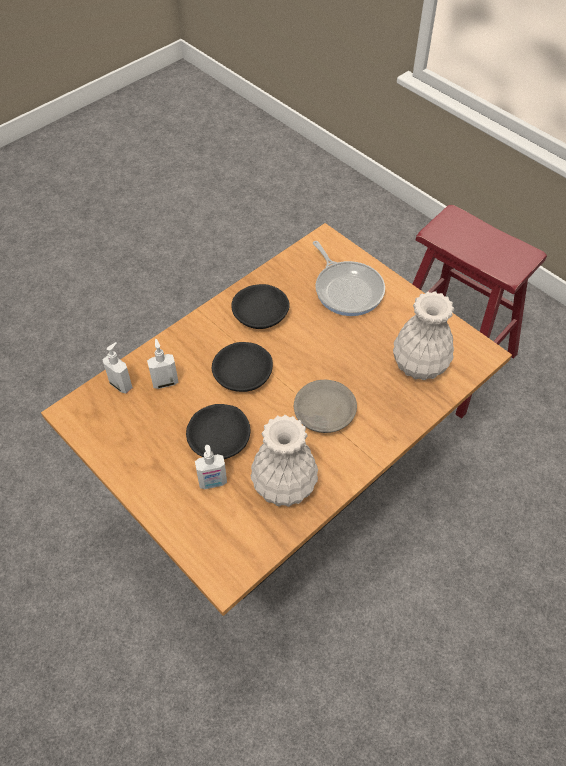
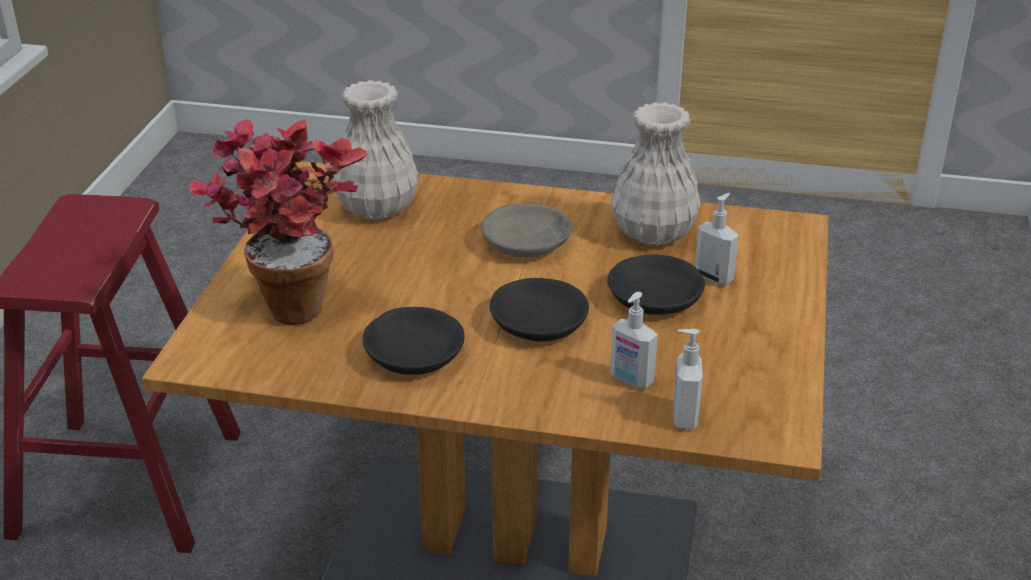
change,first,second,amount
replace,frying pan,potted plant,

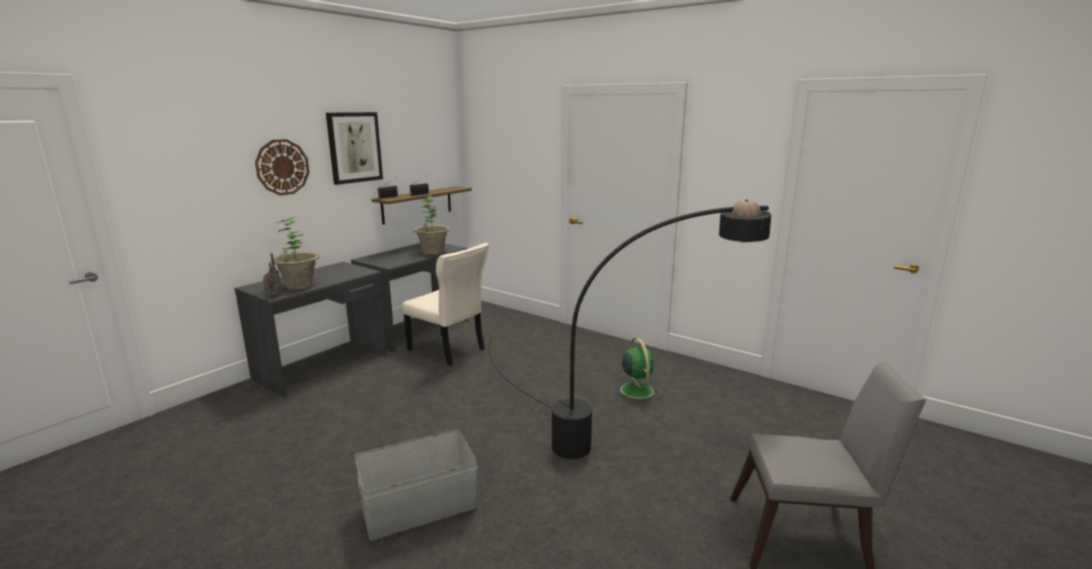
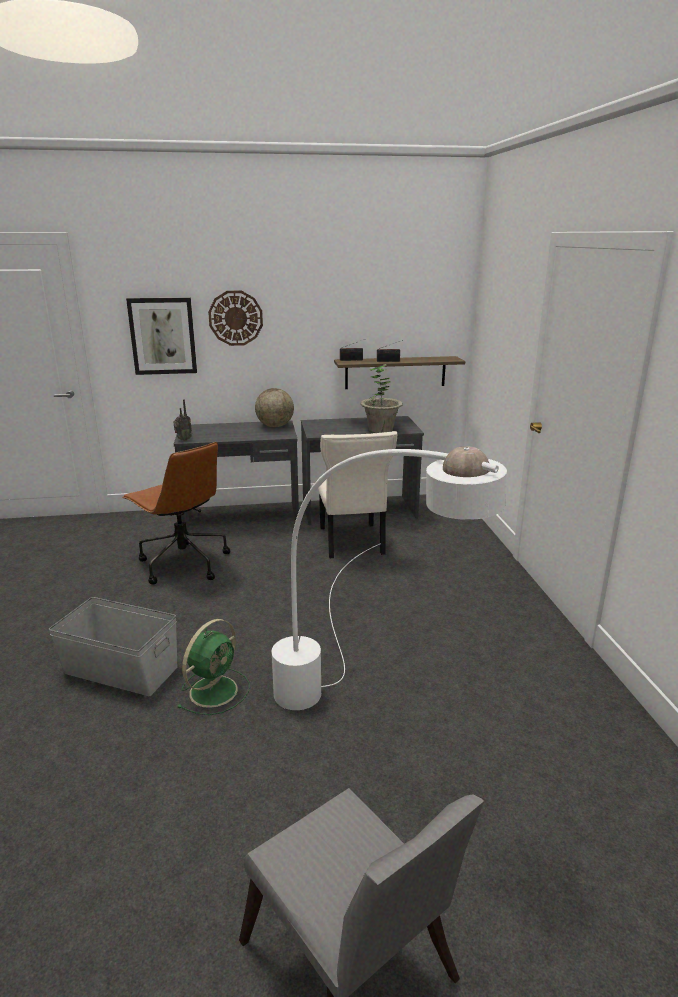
change,first,second,amount
insert,,brown office chair,
move,picture,,
move,green fan,,
insert,,globe,
recolor,black floor lamp,white floor lamp,
delete,potted plant (1st from left),,

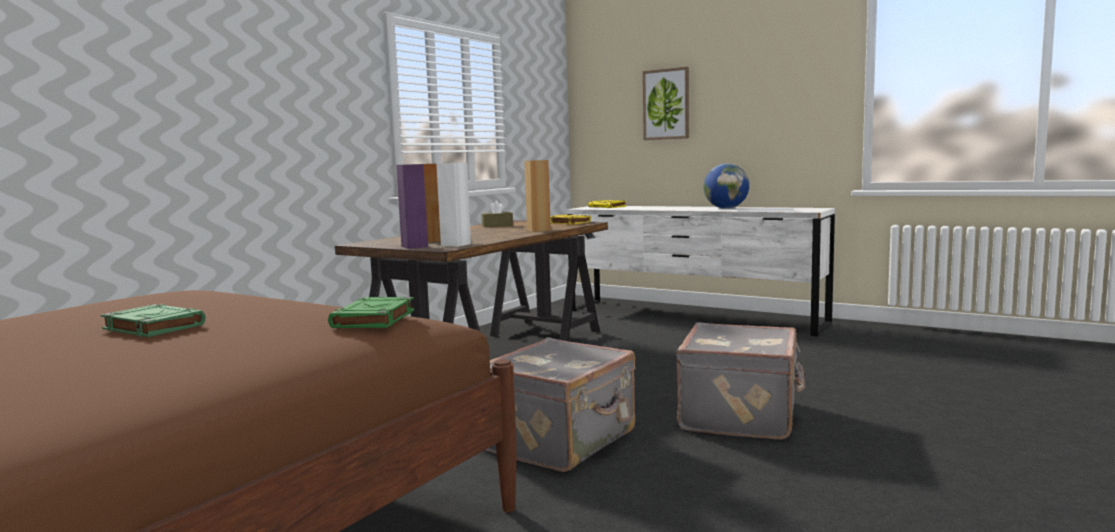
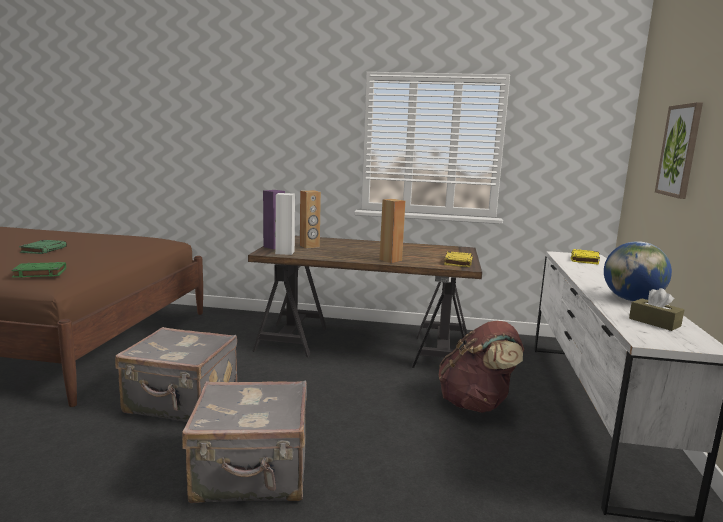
change,first,second,amount
insert,,brown backpack,
move,brown tissue box,,

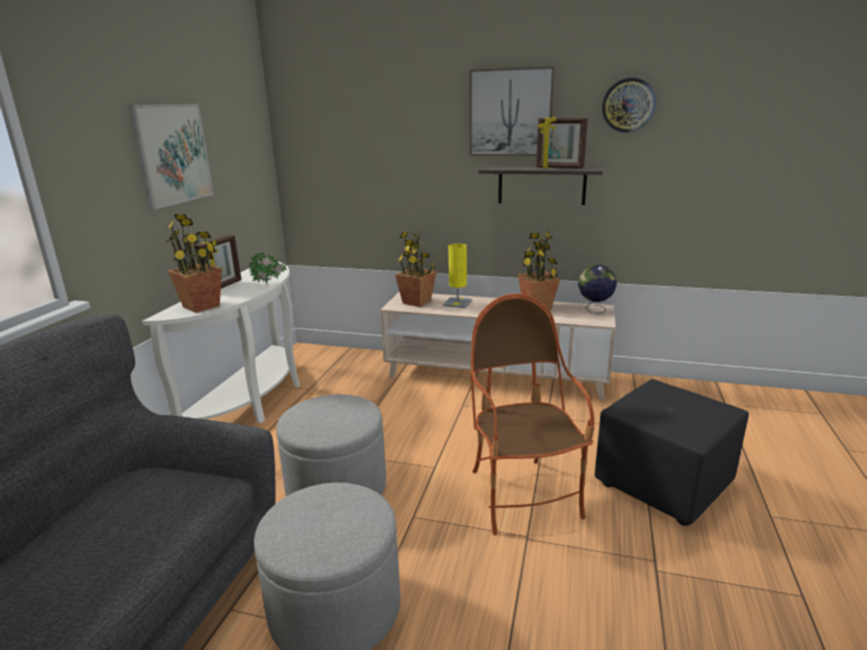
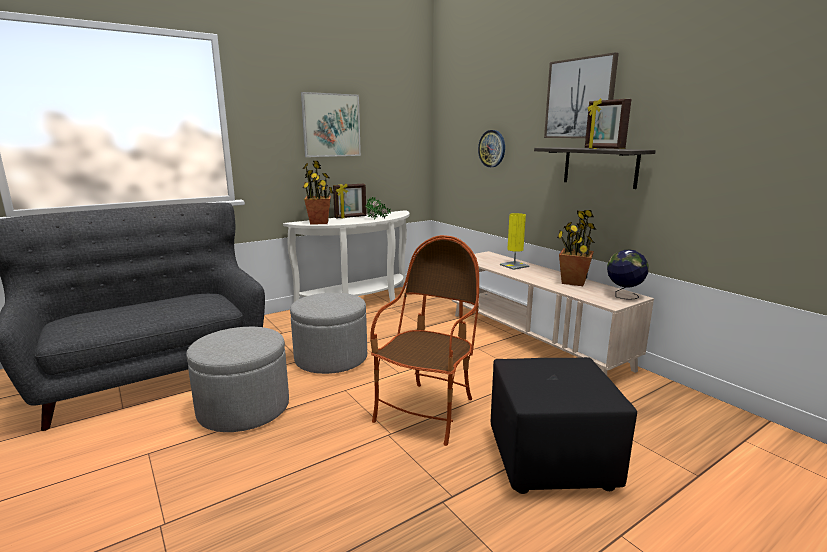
change,first,second,amount
move,wall clock,,
delete,potted plant (3rd from left),,

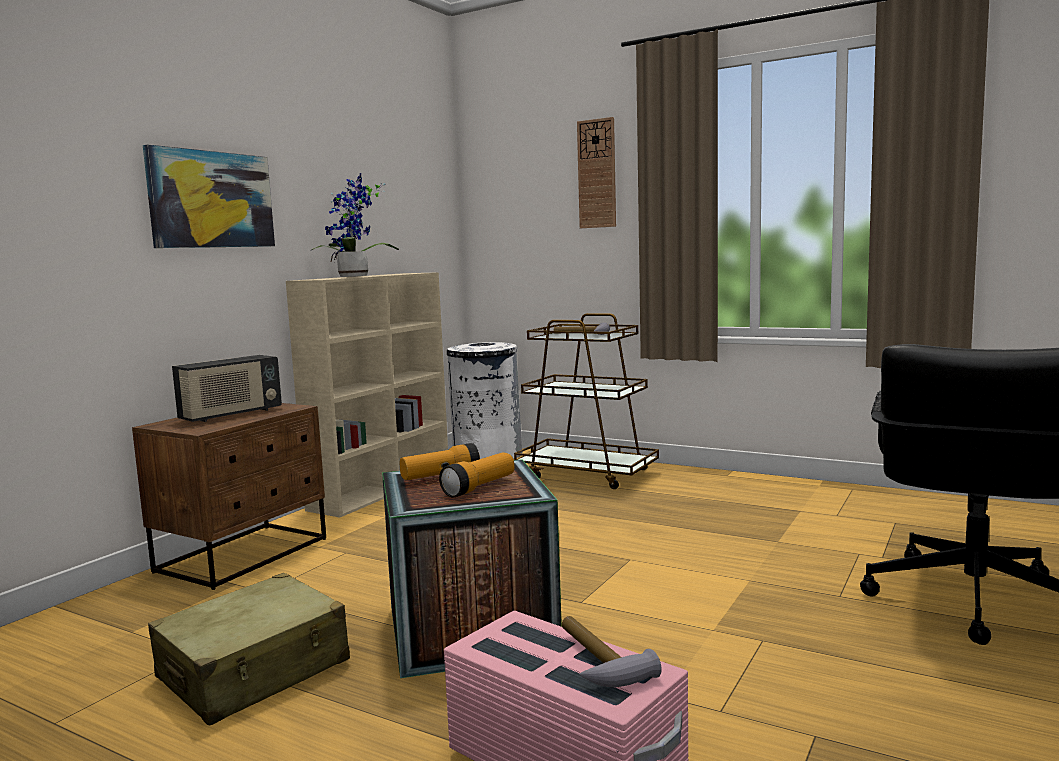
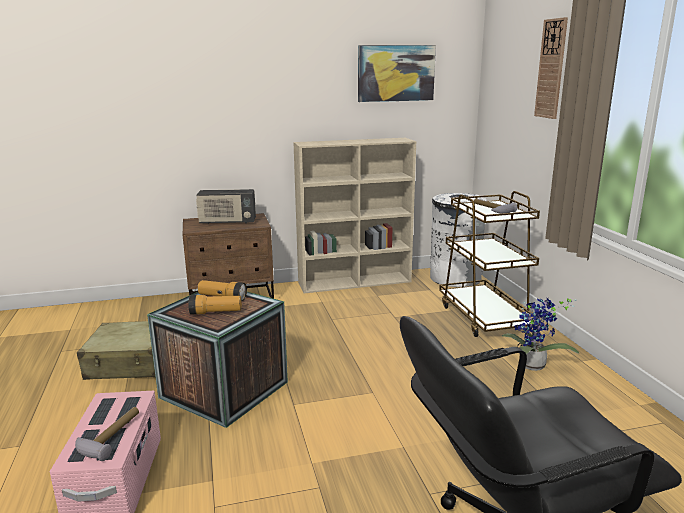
change,first,second,amount
move,picture,,
move,potted plant,,

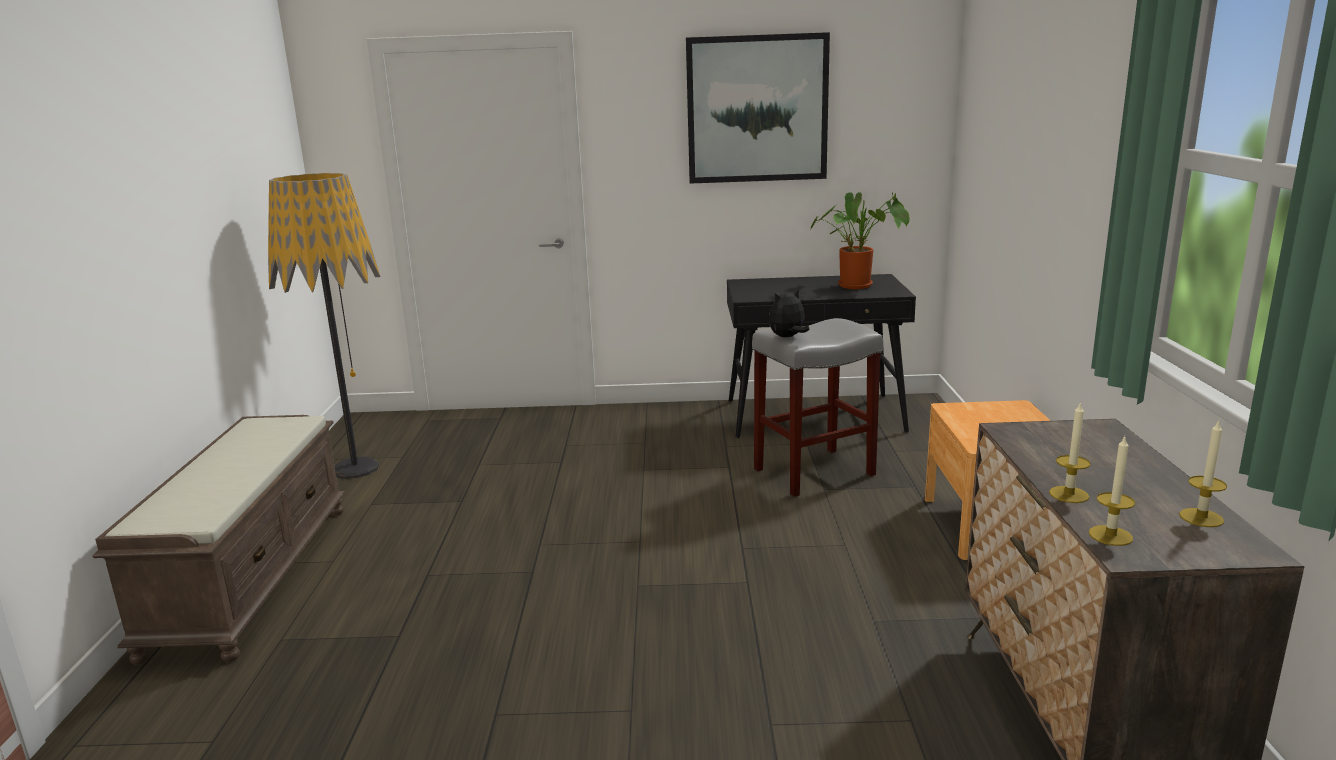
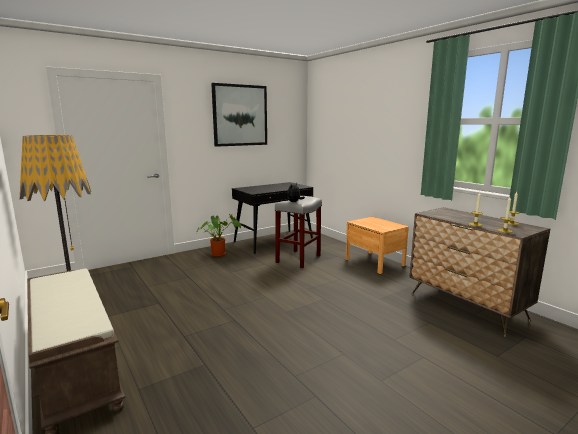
change,first,second,amount
move,potted plant,,

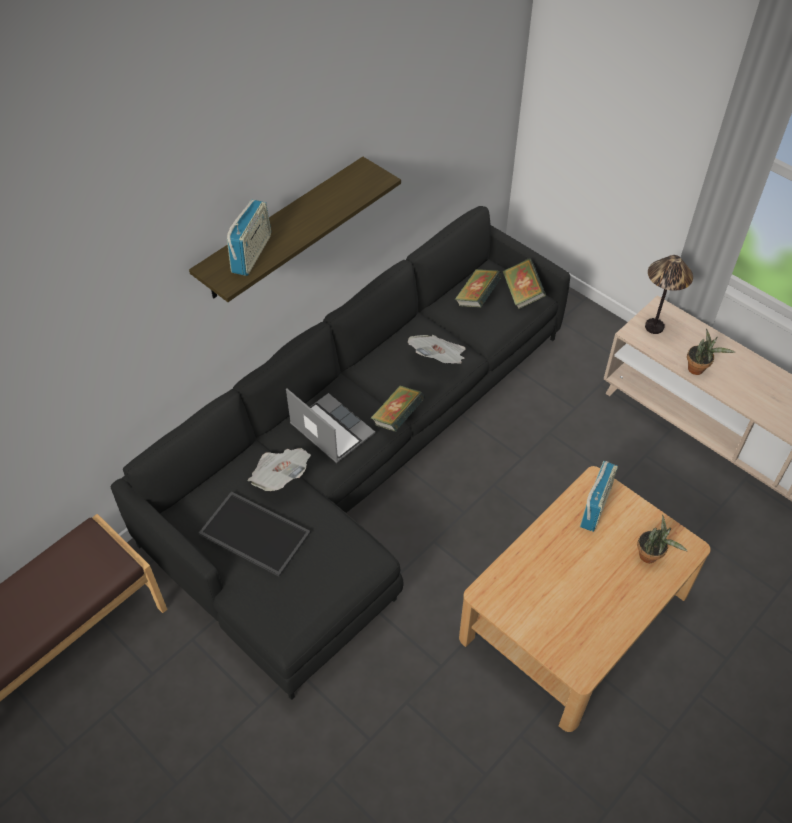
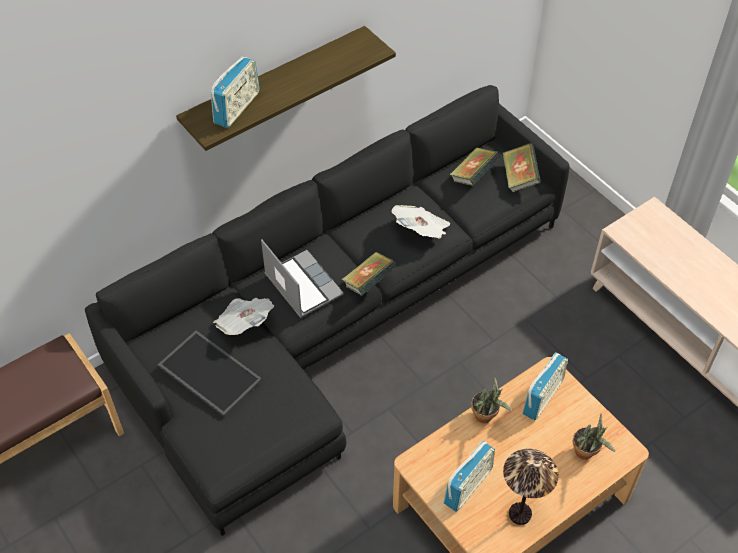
change,first,second,amount
insert,,radio (2nd from left),
move,potted plant (2nd from left in the first image),potted plant (1st from left),
move,table lamp,,

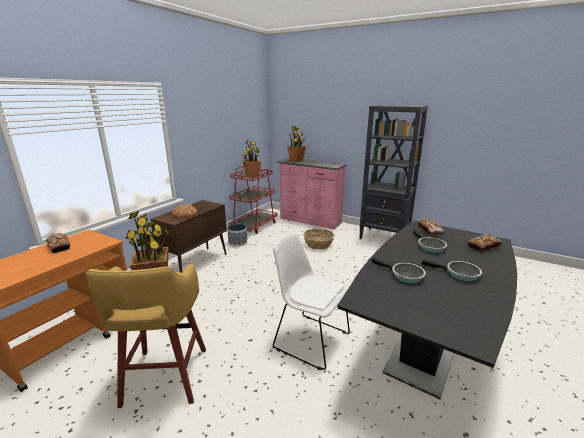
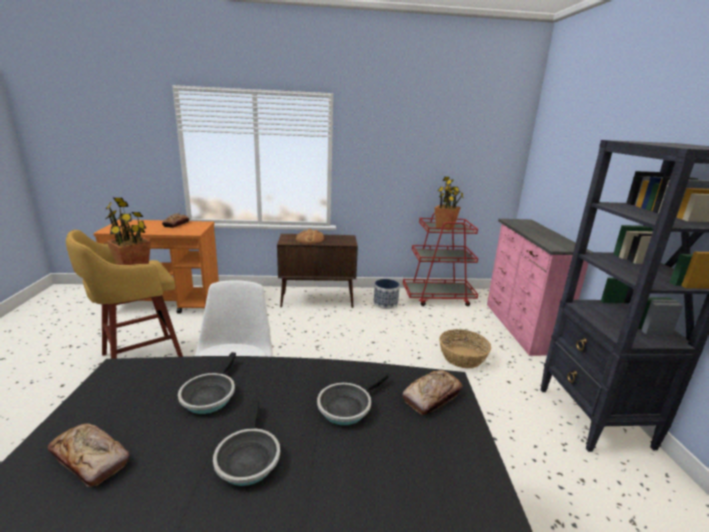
change,first,second,amount
move,bread (4th from left in the first image),bread (1st from left),
delete,potted plant (3rd from left),,

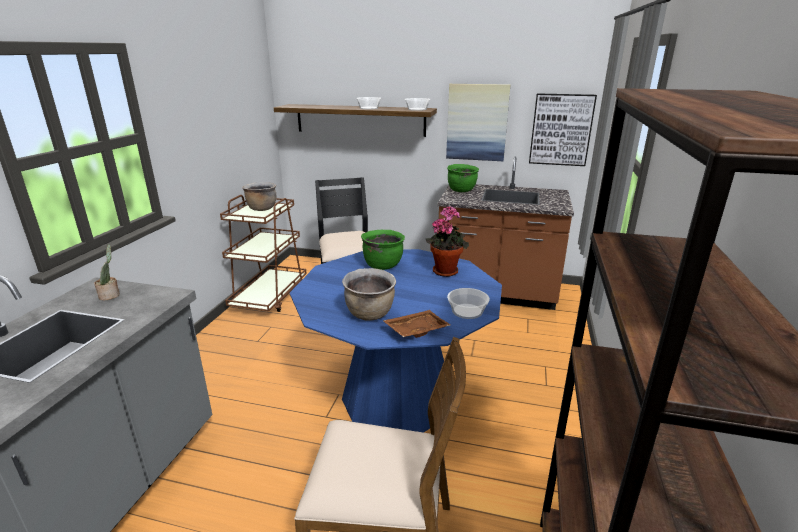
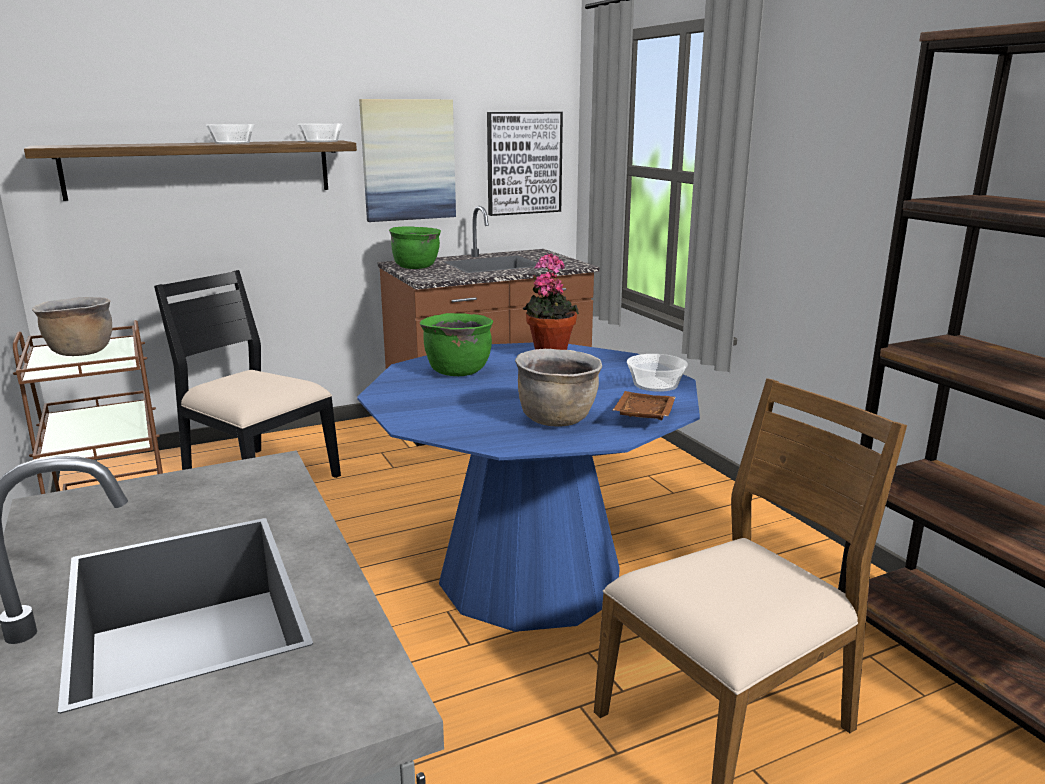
change,first,second,amount
delete,potted plant (1st from left),,

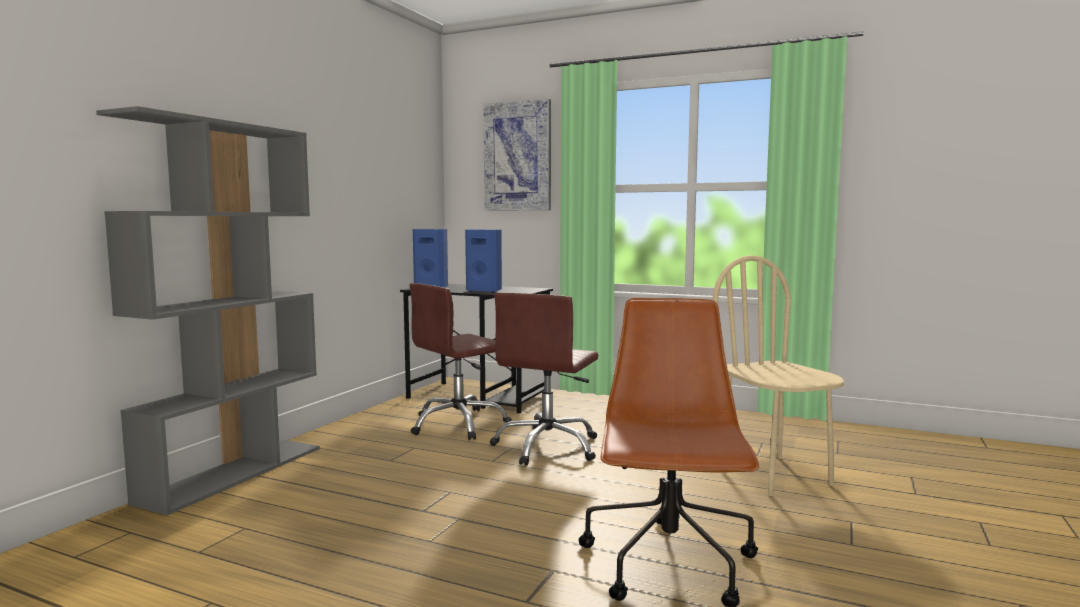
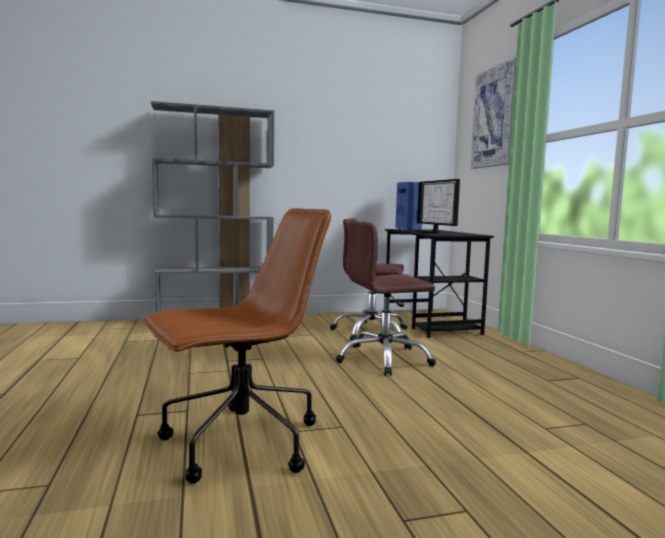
change,first,second,amount
replace,blue speaker (2nd from left),monitor,
delete,beige chair,,

